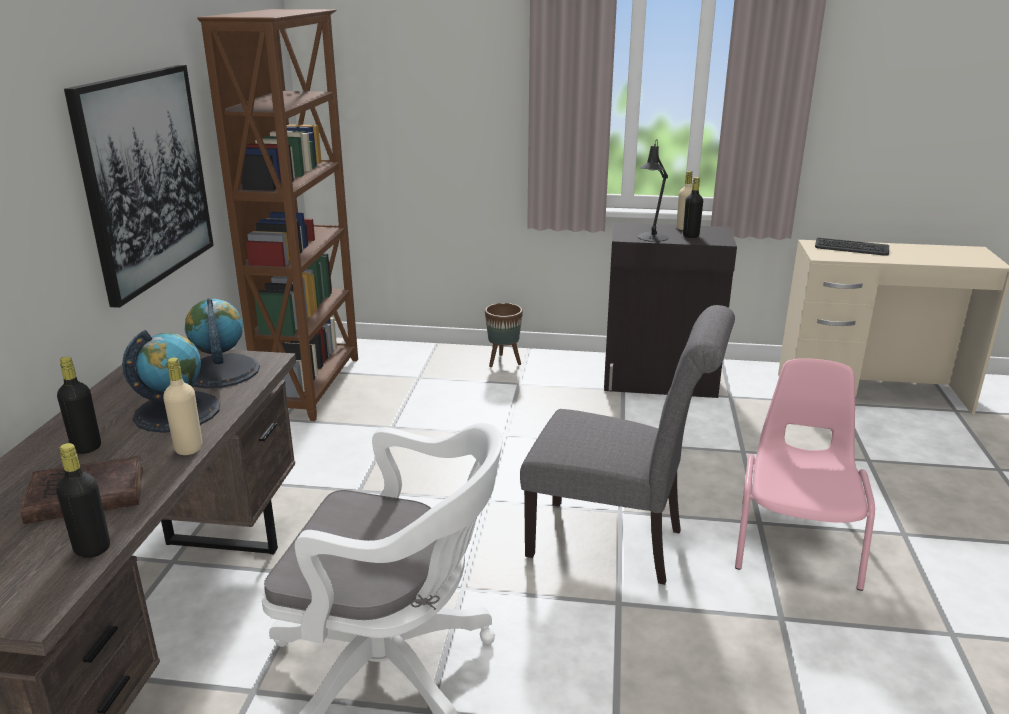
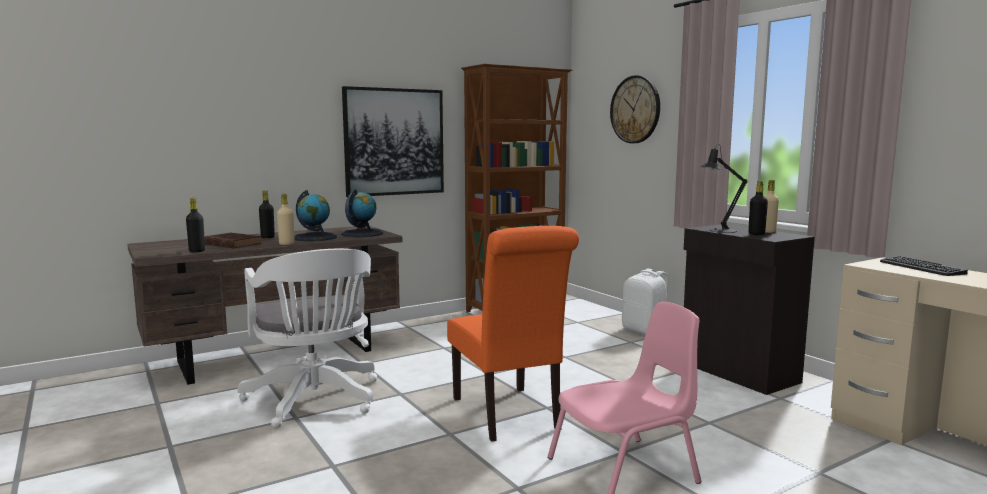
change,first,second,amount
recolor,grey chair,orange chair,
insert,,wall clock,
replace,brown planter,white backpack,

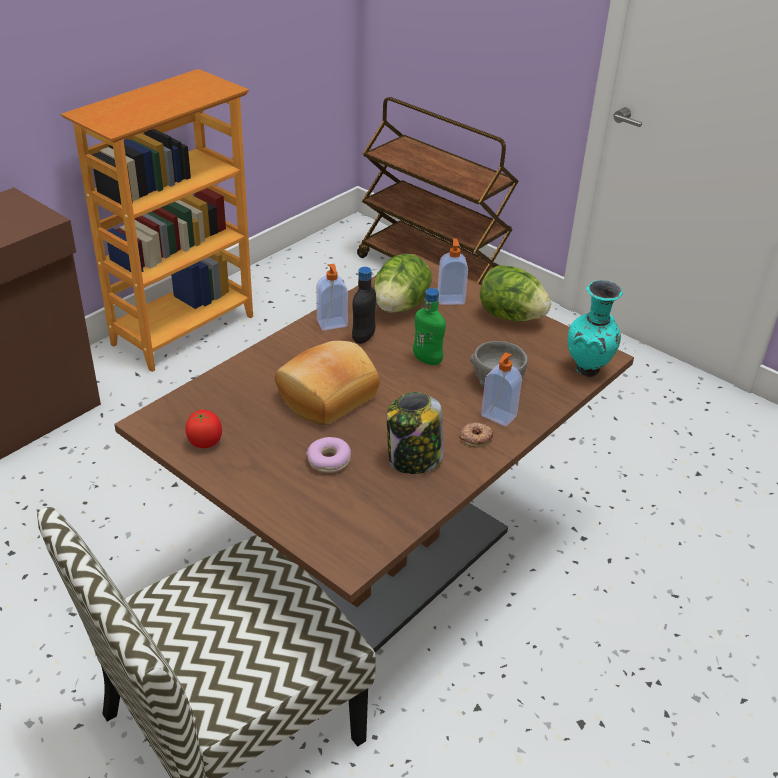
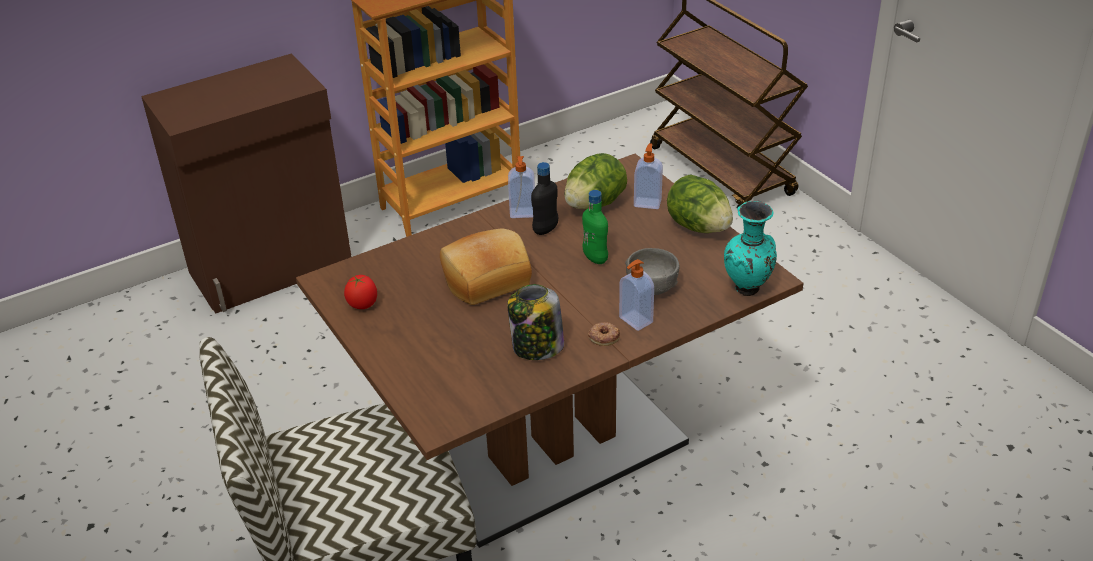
change,first,second,amount
delete,donut (1st from left),,

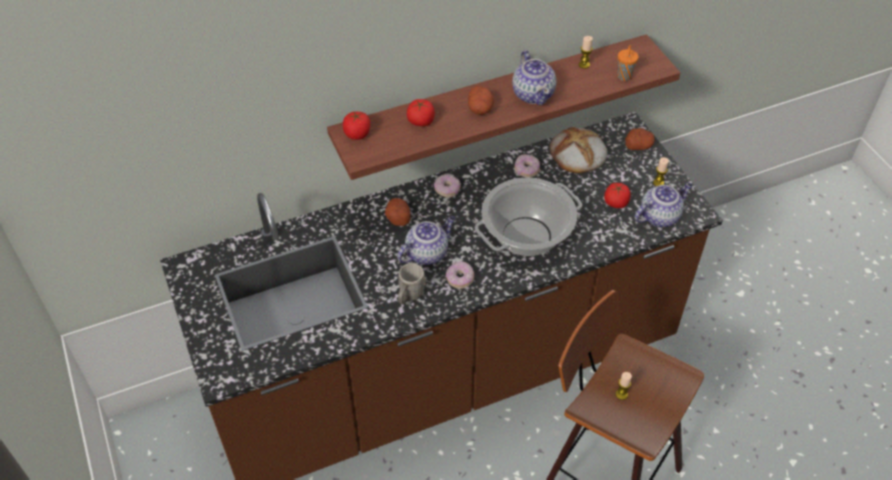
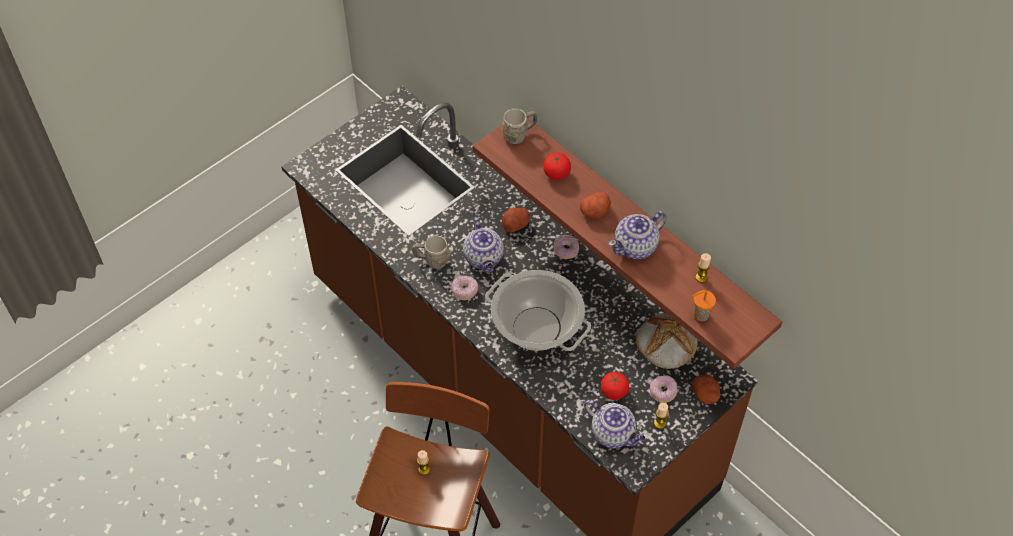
change,first,second,amount
rotate,teapot (1st from left),,45 degrees clockwise
replace,tomato (1st from left),grey mug (2nd from left),
move,donut (3rd from left),,

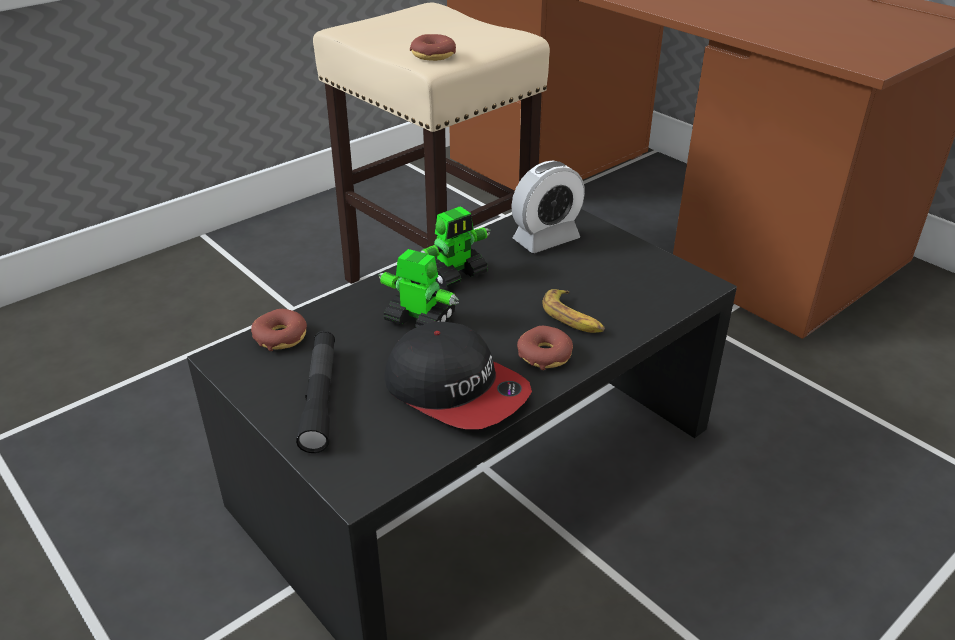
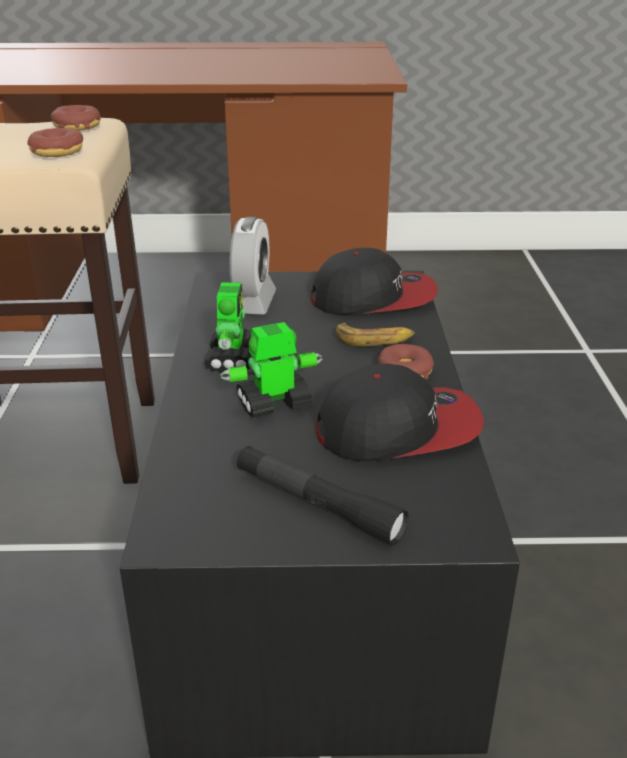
change,first,second,amount
move,donut (1st from left in the first image),donut (2nd from left),
insert,,cap (1st from left),

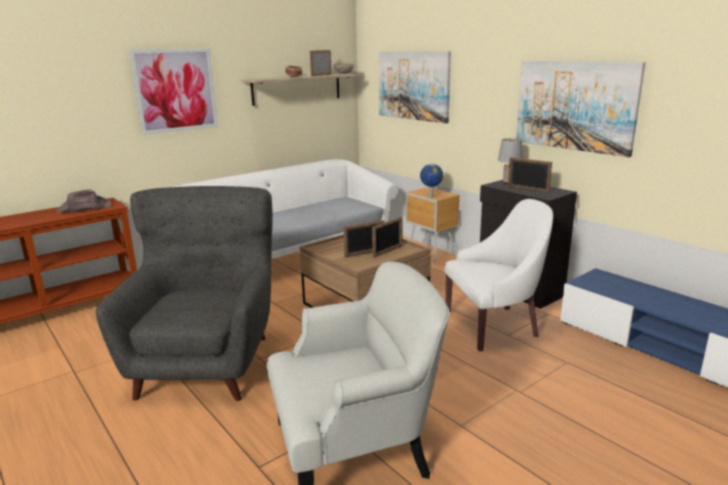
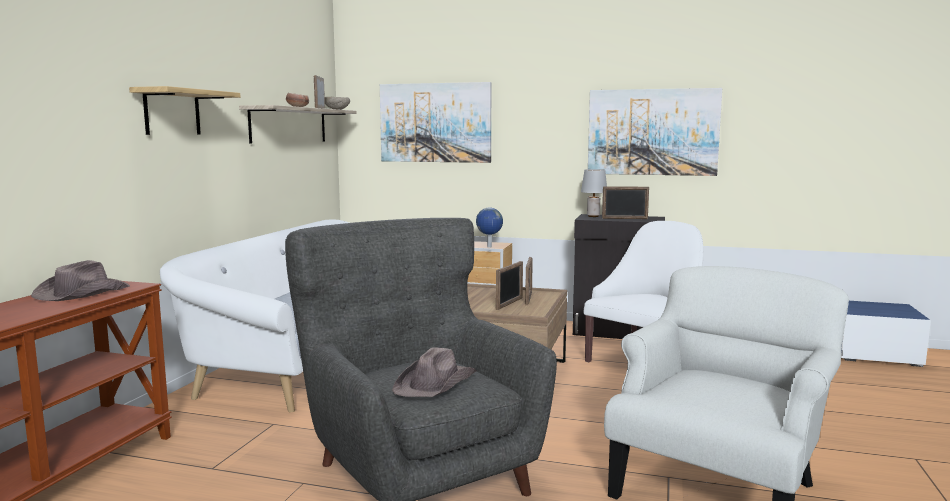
change,first,second,amount
replace,picture (1st from left),shelf (1st from left),
insert,,brown hat (2nd from left),

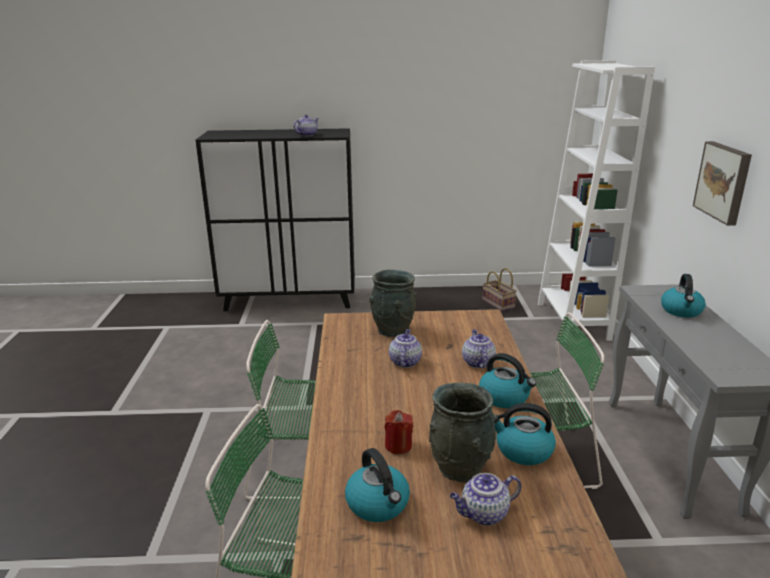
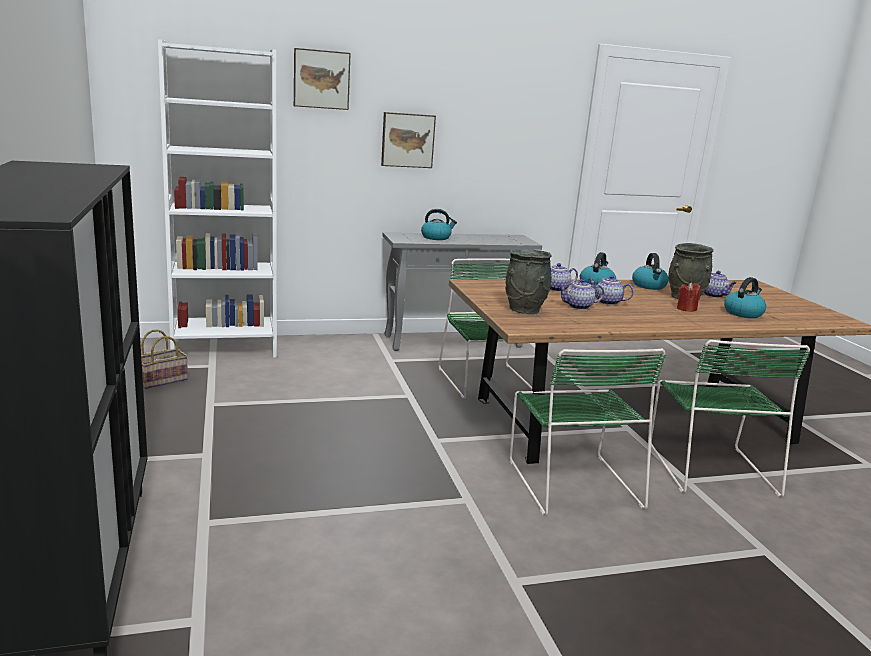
change,first,second,amount
insert,,picture (1st from left),
move,teapot (1st from left in the first image),teapot (3rd from left),

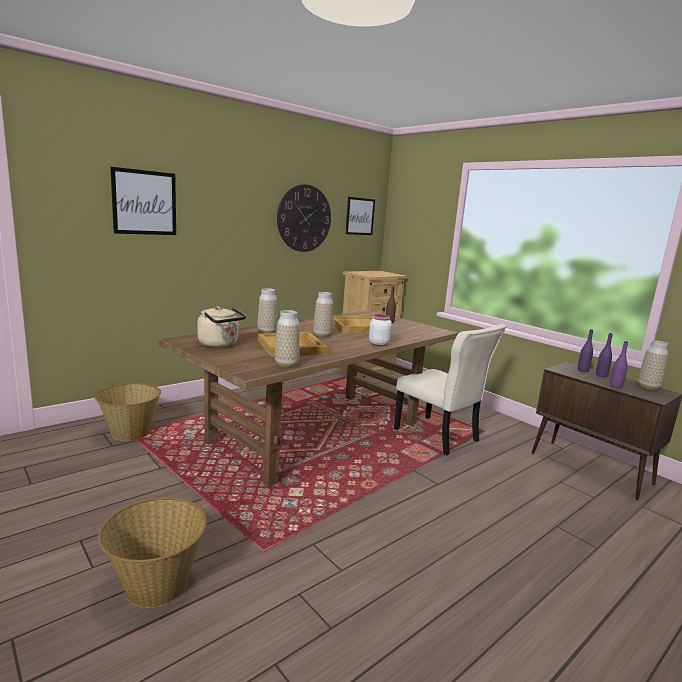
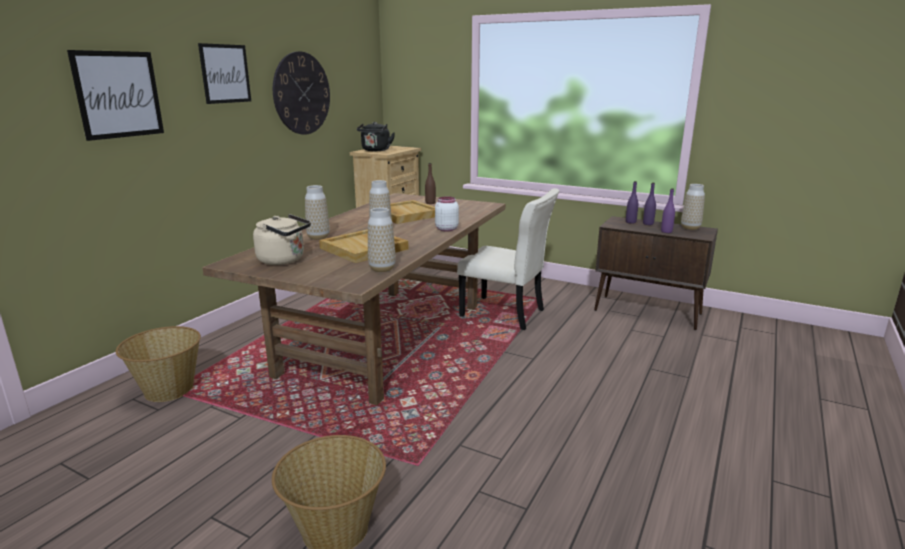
change,first,second,amount
move,picture (2nd from left),,
insert,,black kettle,

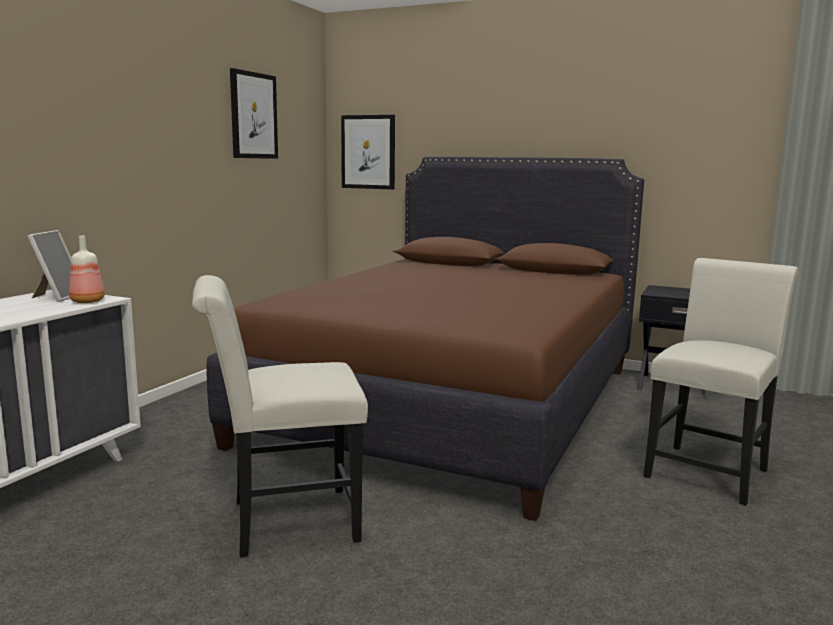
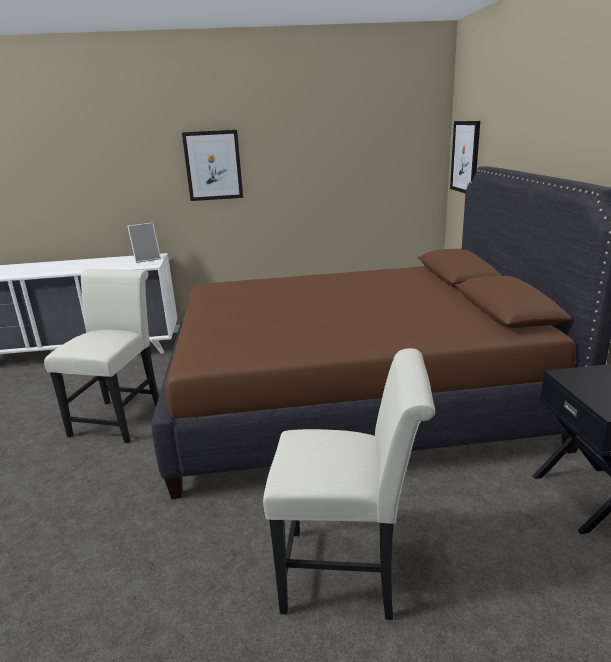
change,first,second,amount
rotate,white chair (1st from left),,60 degrees clockwise
move,picture (1st from left),,
delete,bottle,,

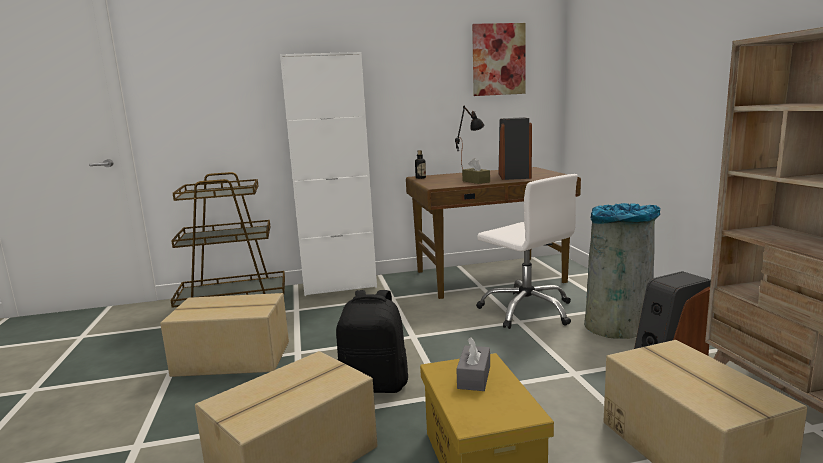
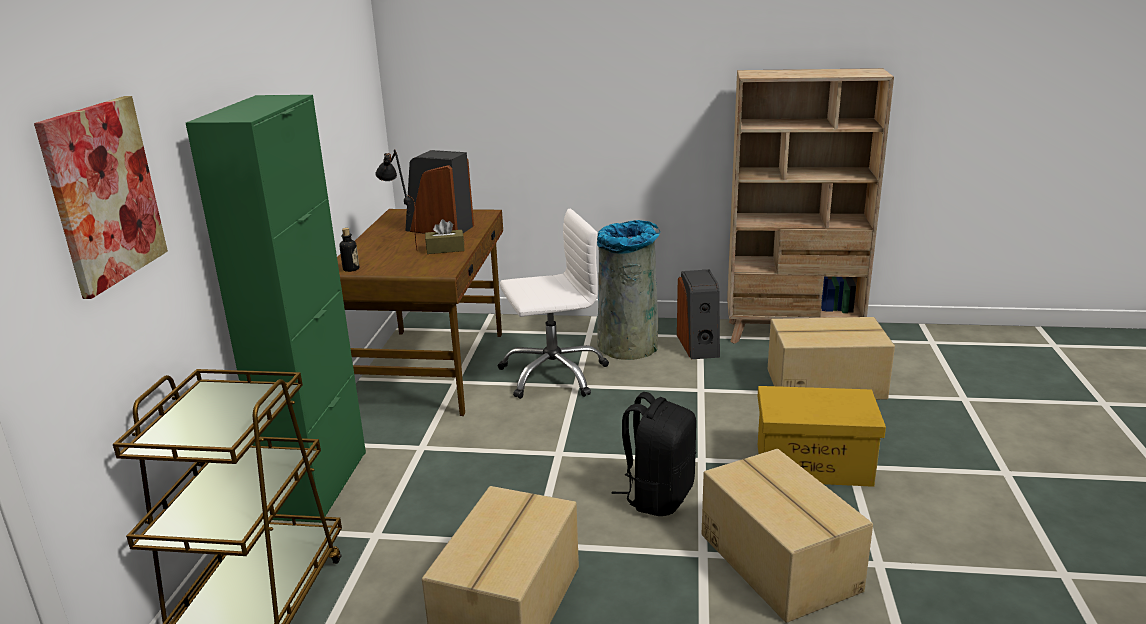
change,first,second,amount
move,picture,,
recolor,white cabinet,green cabinet,
delete,grey tissue box,,

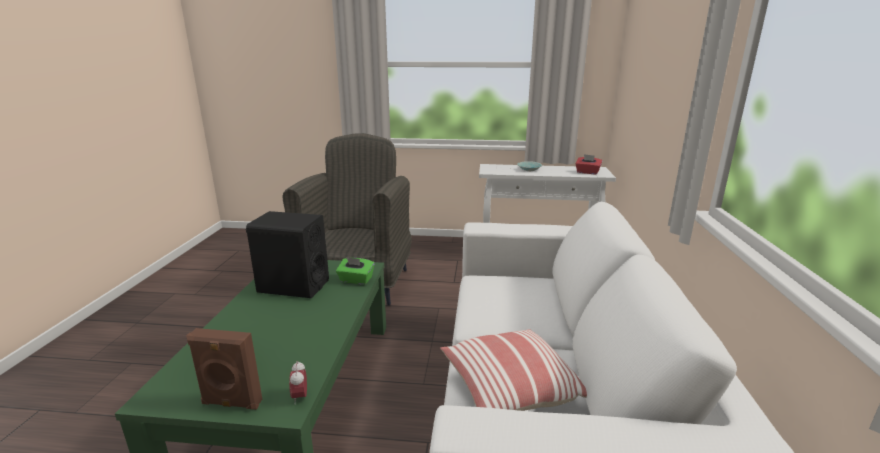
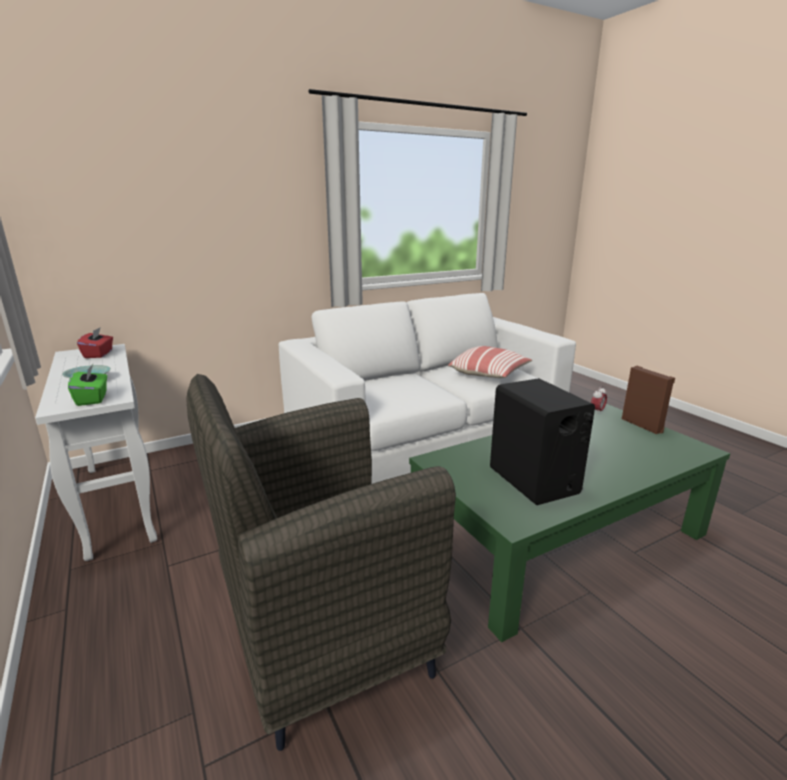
change,first,second,amount
move,green tissue box,,

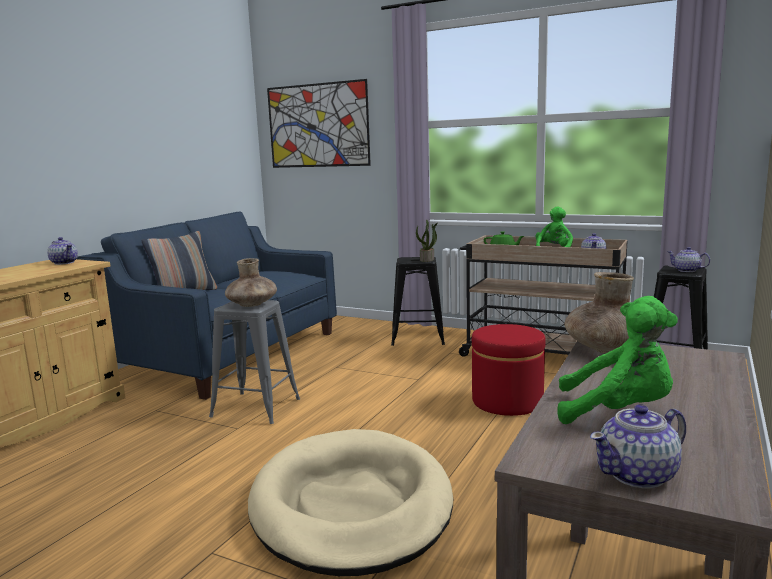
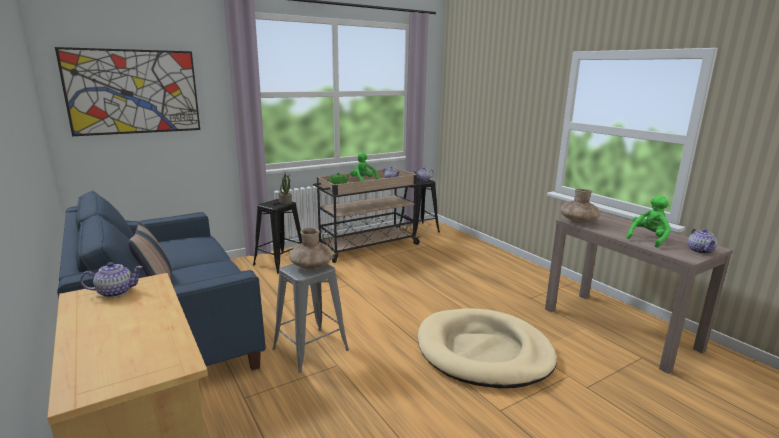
change,first,second,amount
delete,red ottoman,,

